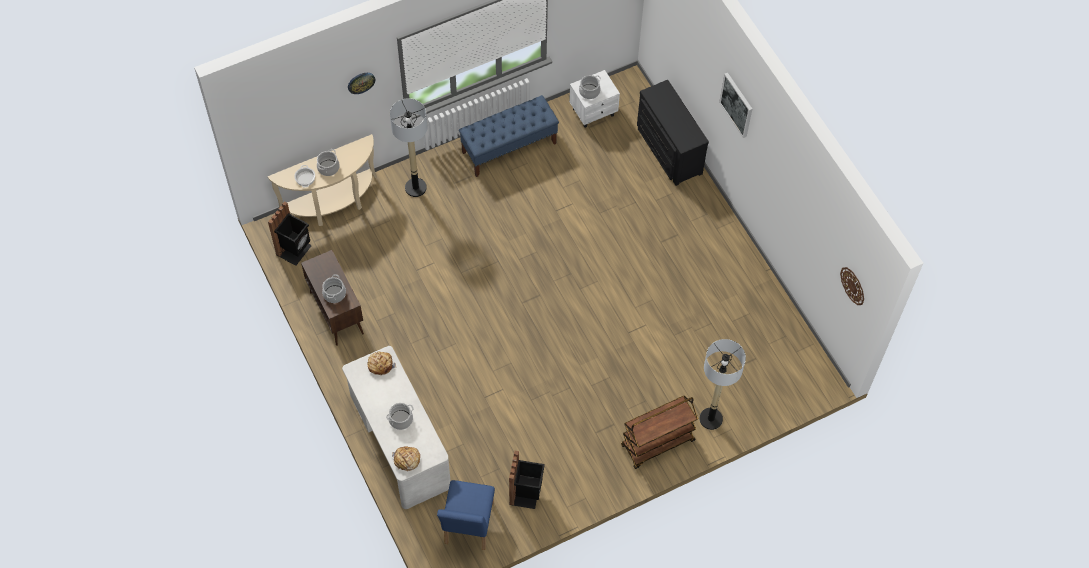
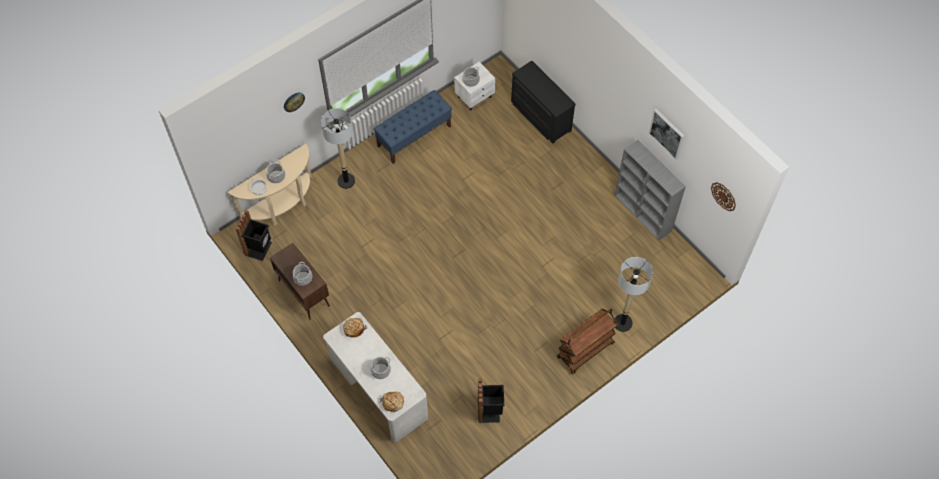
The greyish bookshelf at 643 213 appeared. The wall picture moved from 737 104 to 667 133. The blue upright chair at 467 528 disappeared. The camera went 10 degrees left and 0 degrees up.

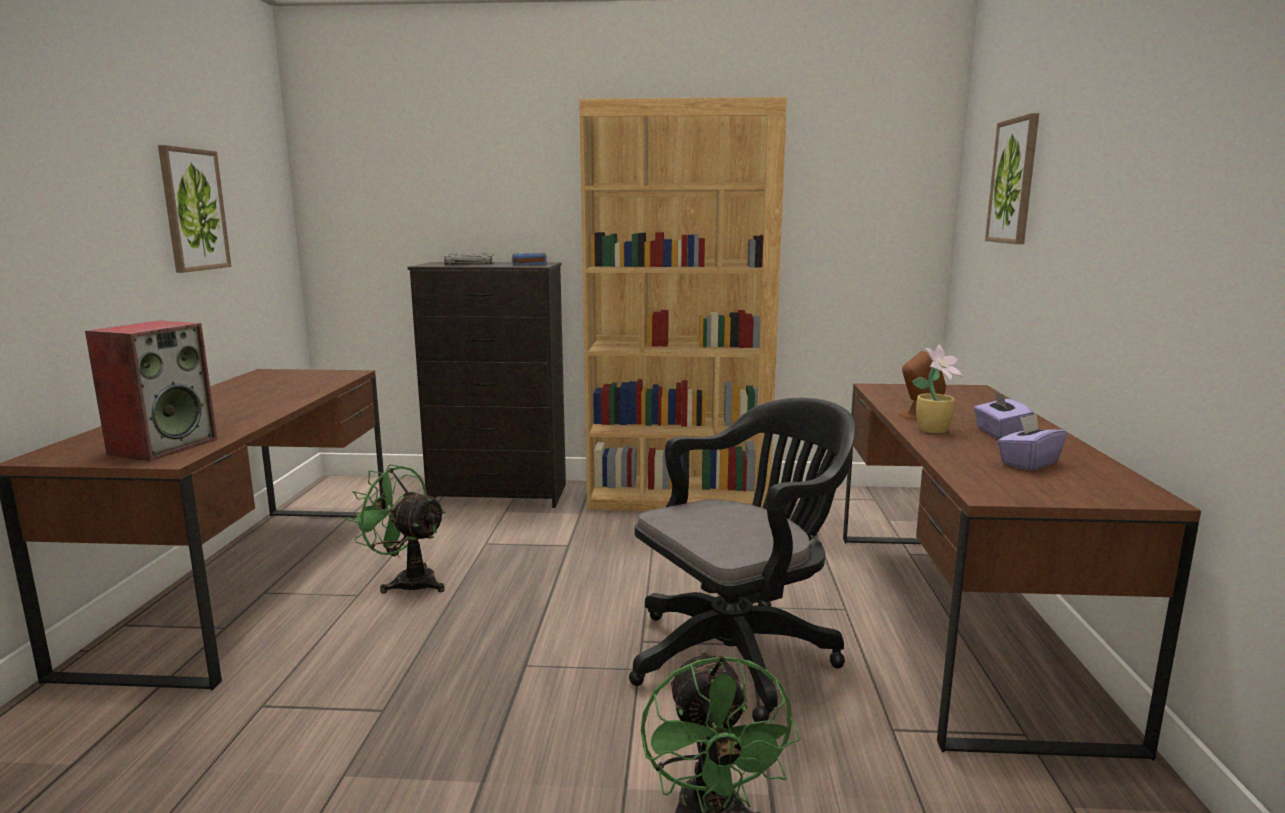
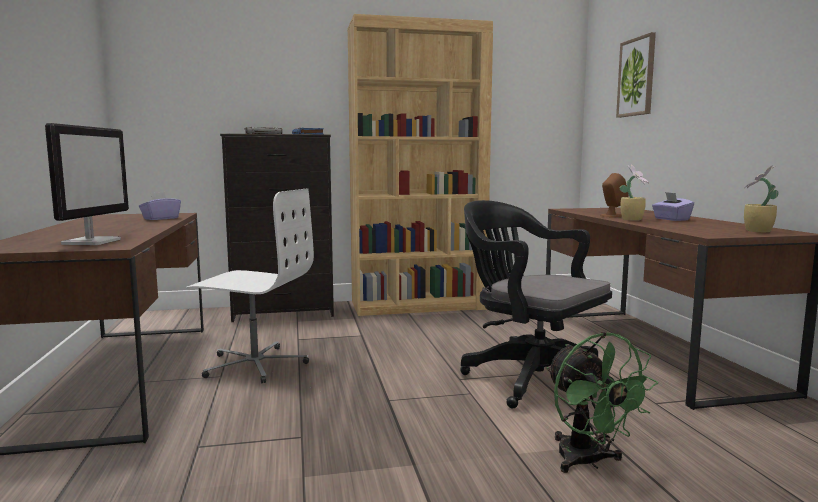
The audio speaker at 163 446 was replaced by the computer screen at 92 242. The purplish tissue box moved from 1028 463 to 160 218. The green cooling fan at 407 581 was replaced by the whitish computer chair at 255 364. The blackish computer chair at 740 654 turned 90 degrees counterclockwise. The houseplant at 757 231 appeared. The wall picture at 193 210 disappeared. The camera went 15 degrees left and 5 degrees down.

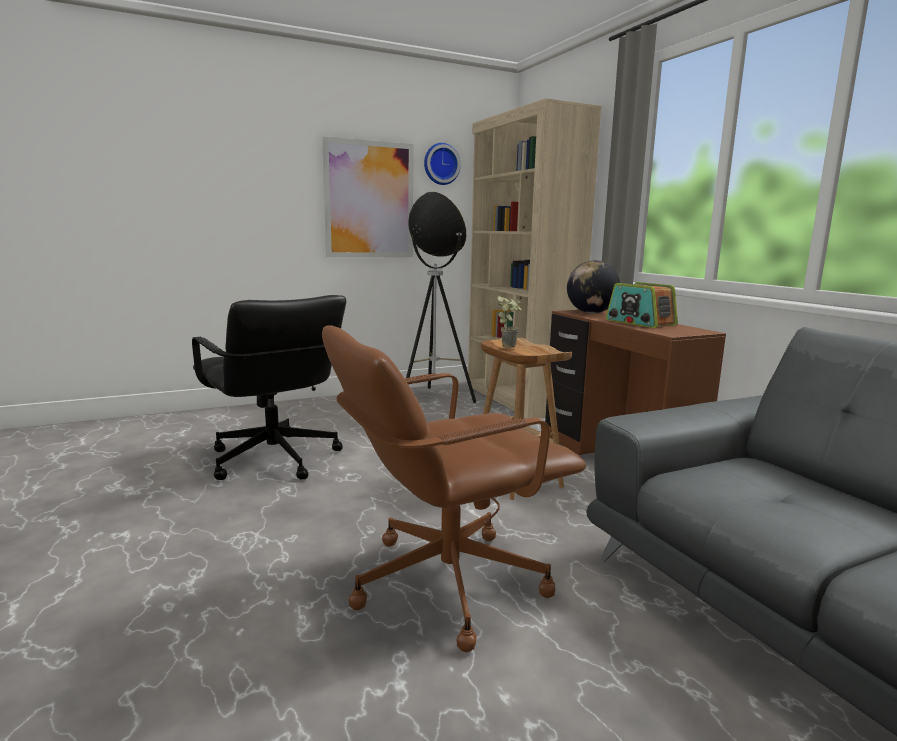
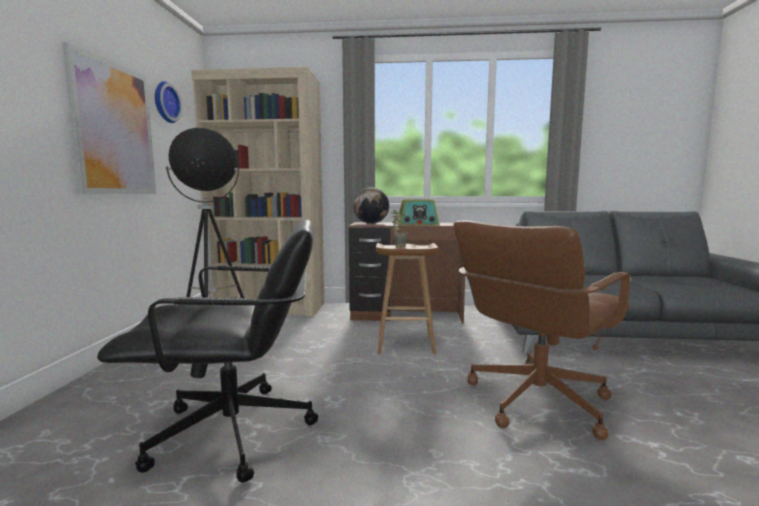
The brownish computer chair at 445 582 turned 45 degrees clockwise. The camera went 60 degrees left and 5 degrees down.

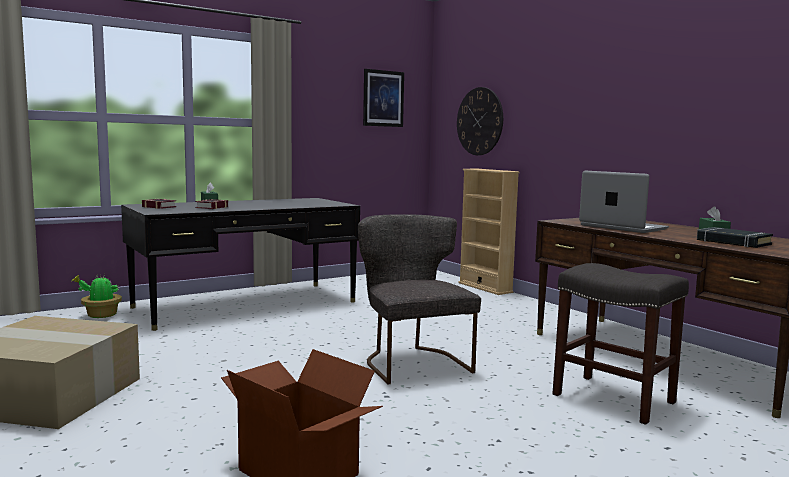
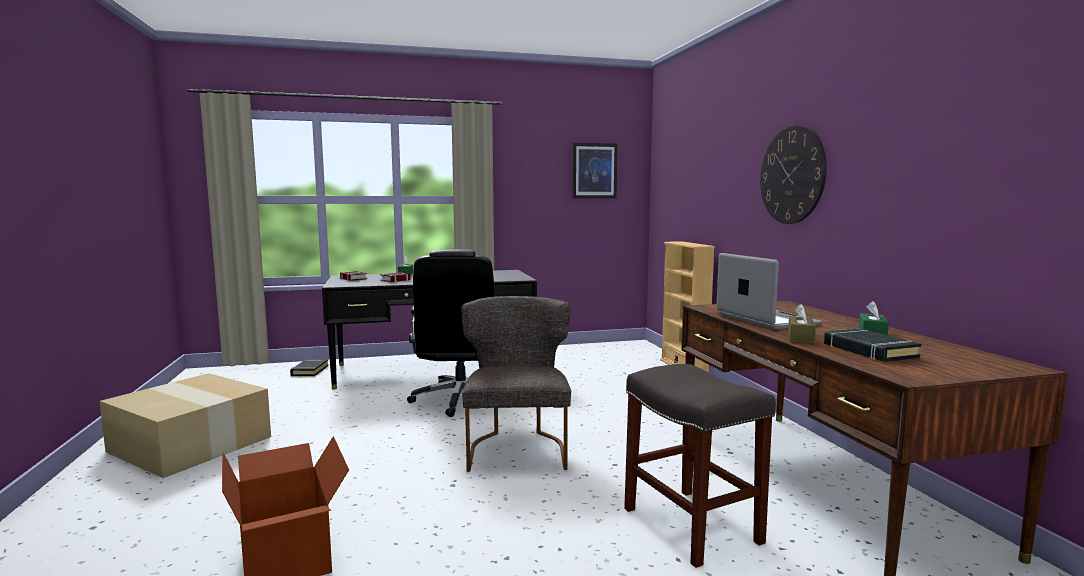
The houseplant at 100 315 was replaced by the blackish volume at 309 370. The blackish computer chair at 460 399 appeared. The wall clock moved from 479 121 to 792 175. The brownish tissue box at 800 338 appeared. The camera went 20 degrees right and 0 degrees up.

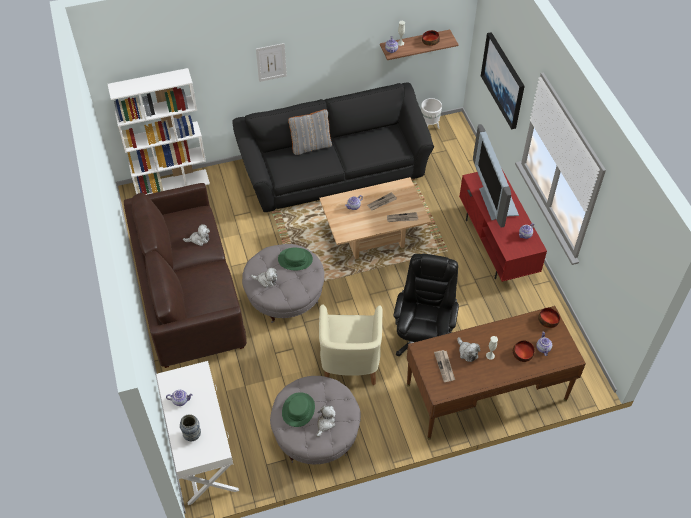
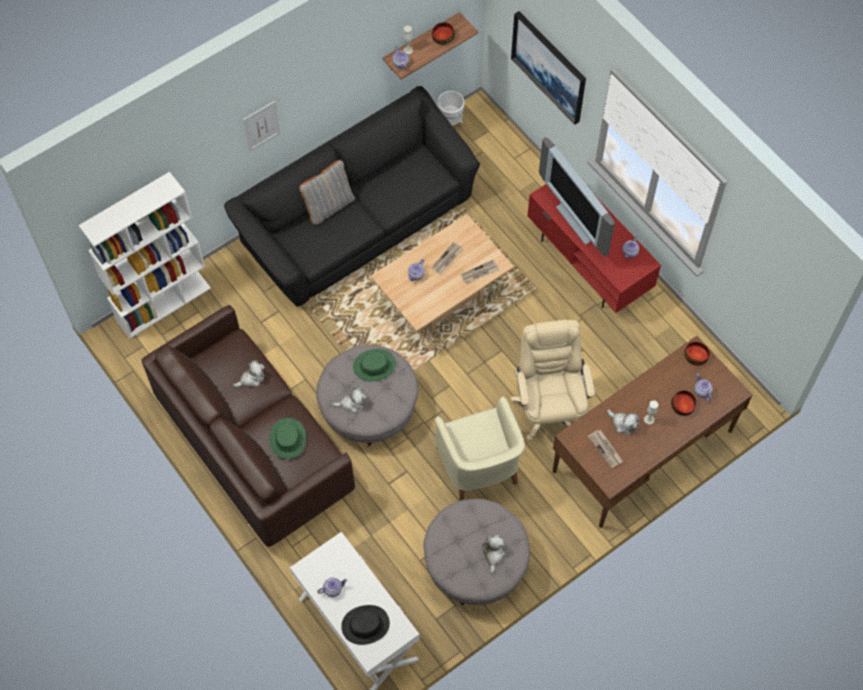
The green hat moved from 298 410 to 288 439. The vase at 192 435 was replaced by the blackish hat at 365 625. The blackish computer chair at 423 337 became the sand-coloured computer chair at 549 407. The camera went 20 degrees left and 10 degrees up.

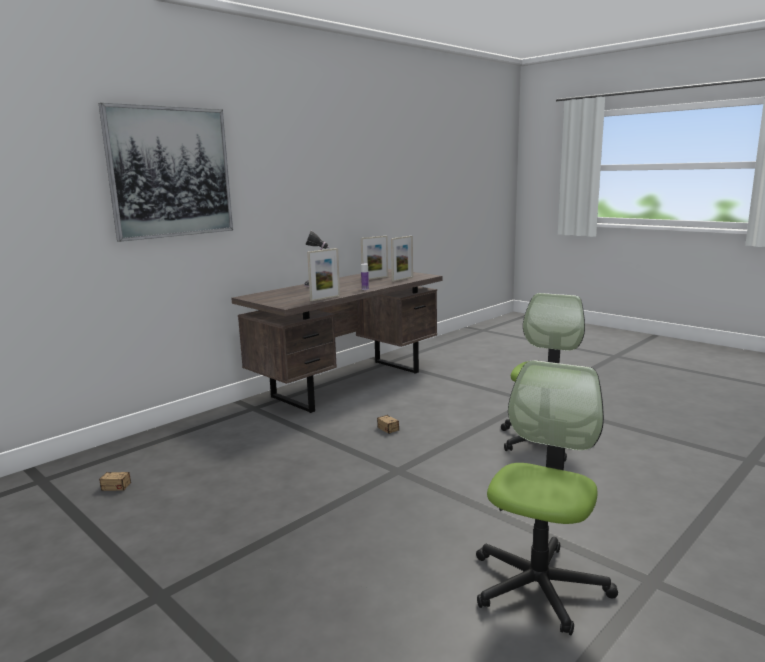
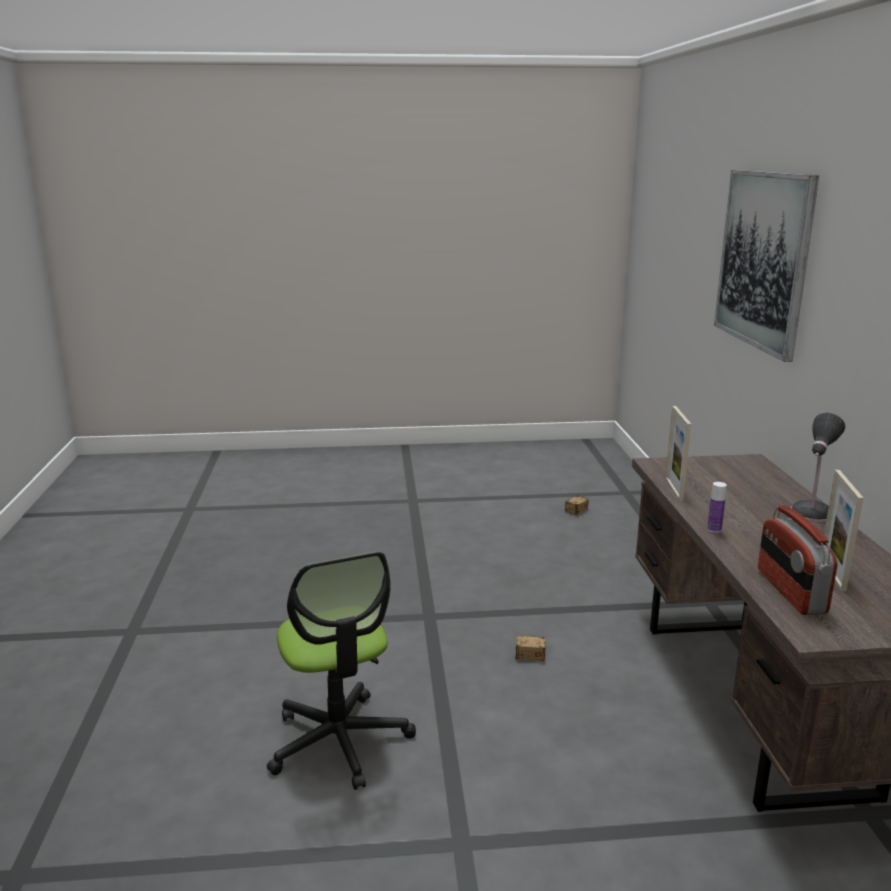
The standing frame at 402 279 was replaced by the radio at 790 591. The computer chair at 539 586 disappeared. The camera went 130 degrees right and 5 degrees up.

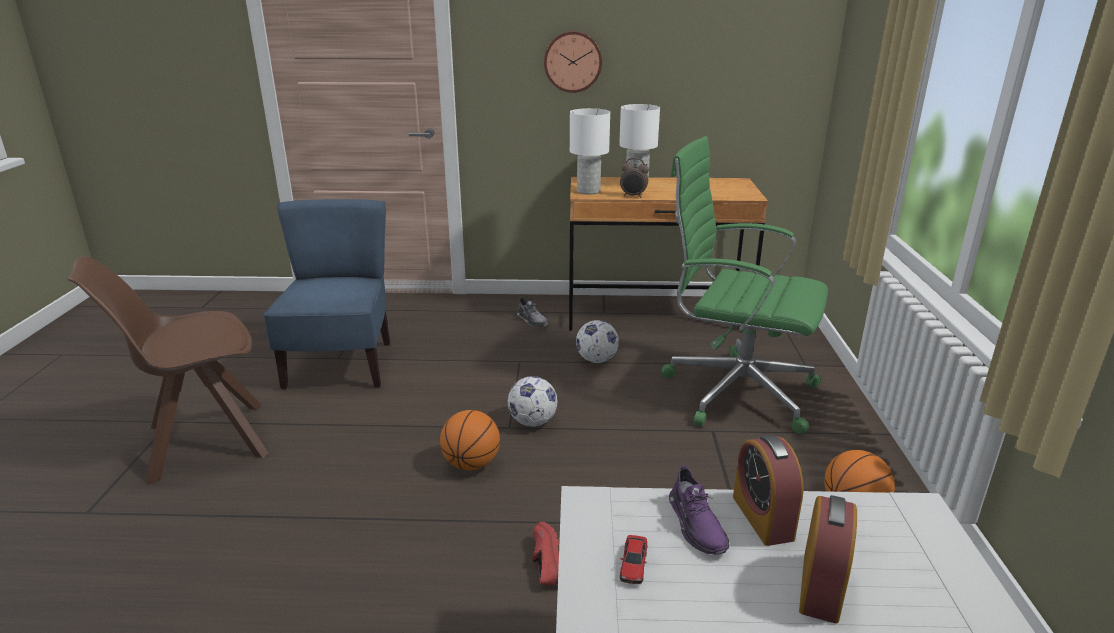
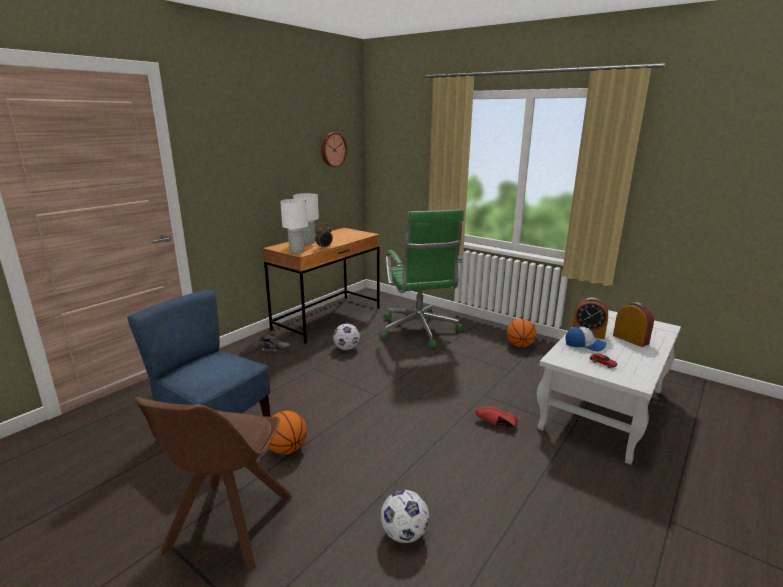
The basketball moved from 471 464 to 287 449. The wall clock moved from 573 61 to 332 149. The green computer chair at 734 391 turned 75 degrees counterclockwise. The football ball moved from 533 422 to 404 534. The purplish item of footwear at 696 524 was replaced by the baseball cap at 584 345. The camera went 55 degrees left and 5 degrees down.

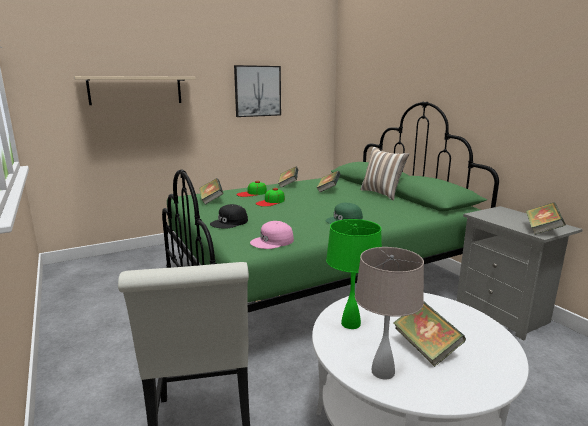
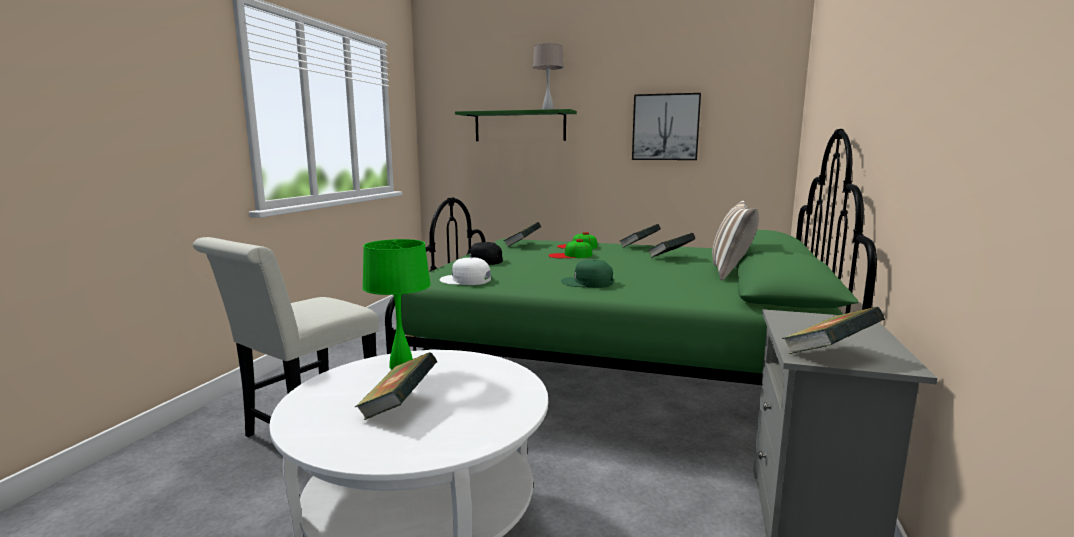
The pink-coloured baseball cap at 272 241 became the whitish baseball cap at 465 280. The sand-coloured bracket shelf at 135 90 became the green bracket shelf at 520 126. The sand-coloured table lamp moved from 383 372 to 547 109. The camera went 45 degrees right and 5 degrees down.

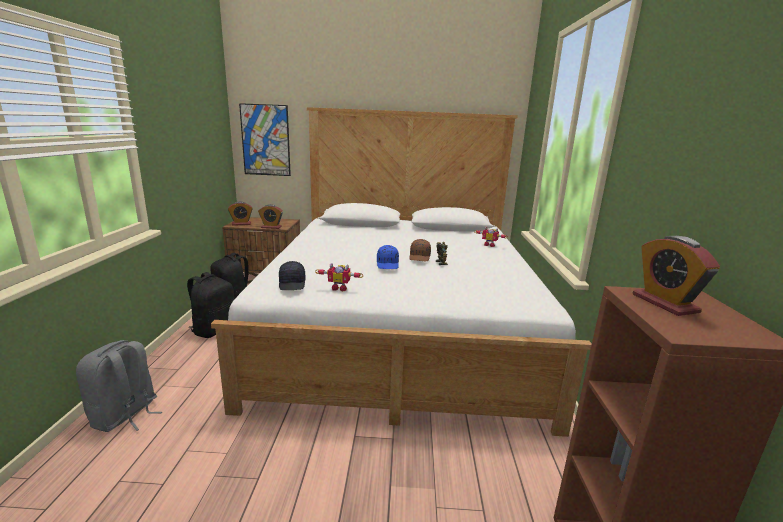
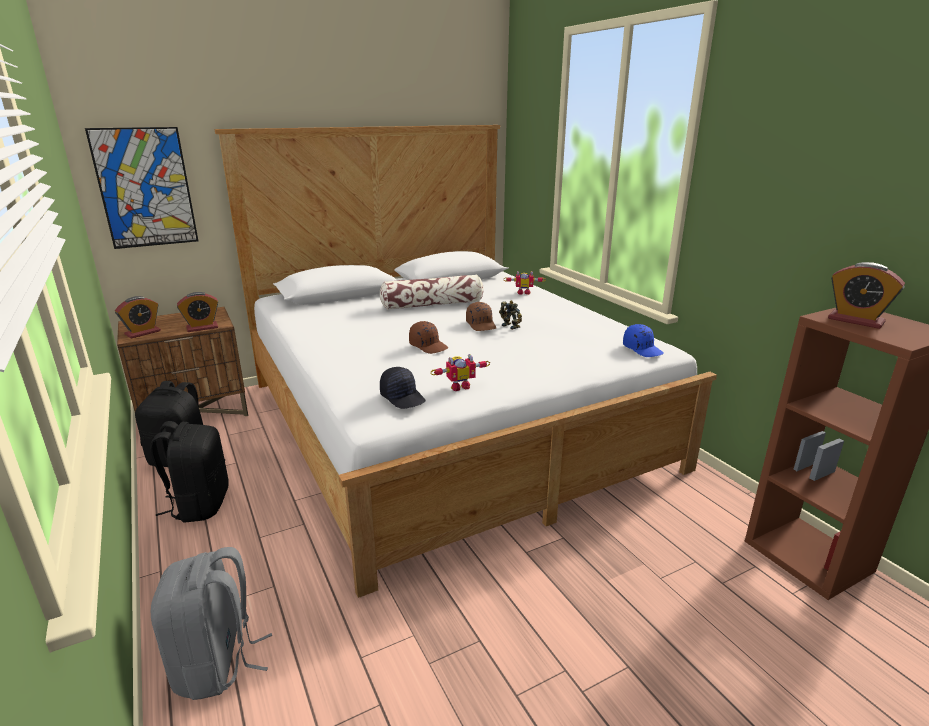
The cushion at 432 304 appeared. The brownish baseball cap at 428 346 appeared. The blue baseball cap moved from 388 264 to 642 349. The camera went 30 degrees left and 5 degrees up.

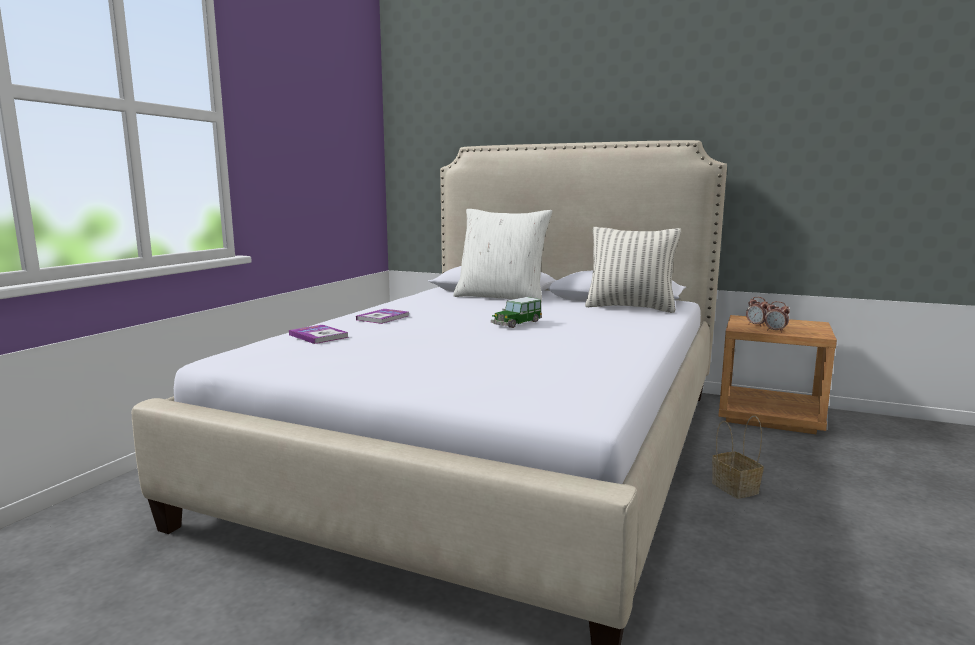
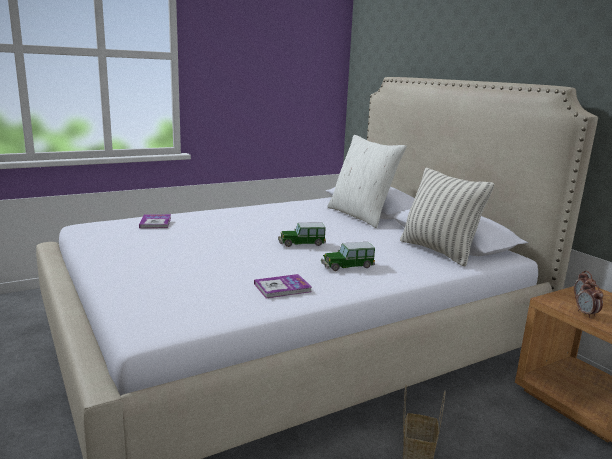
The volume moved from 383 318 to 282 288. The miniature car at 347 266 appeared. The camera went 35 degrees right and 5 degrees up.

